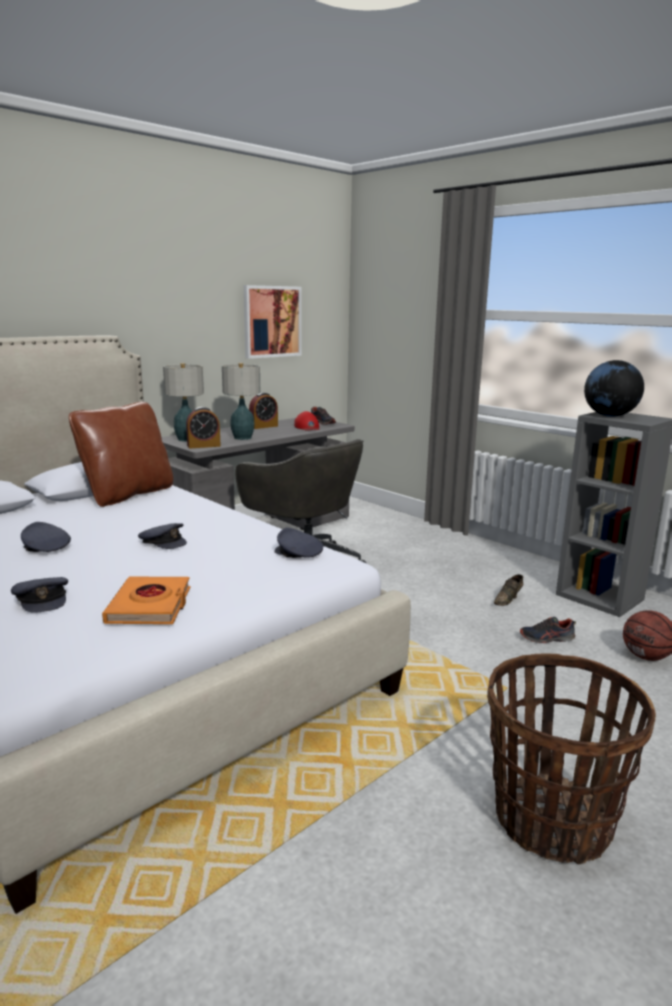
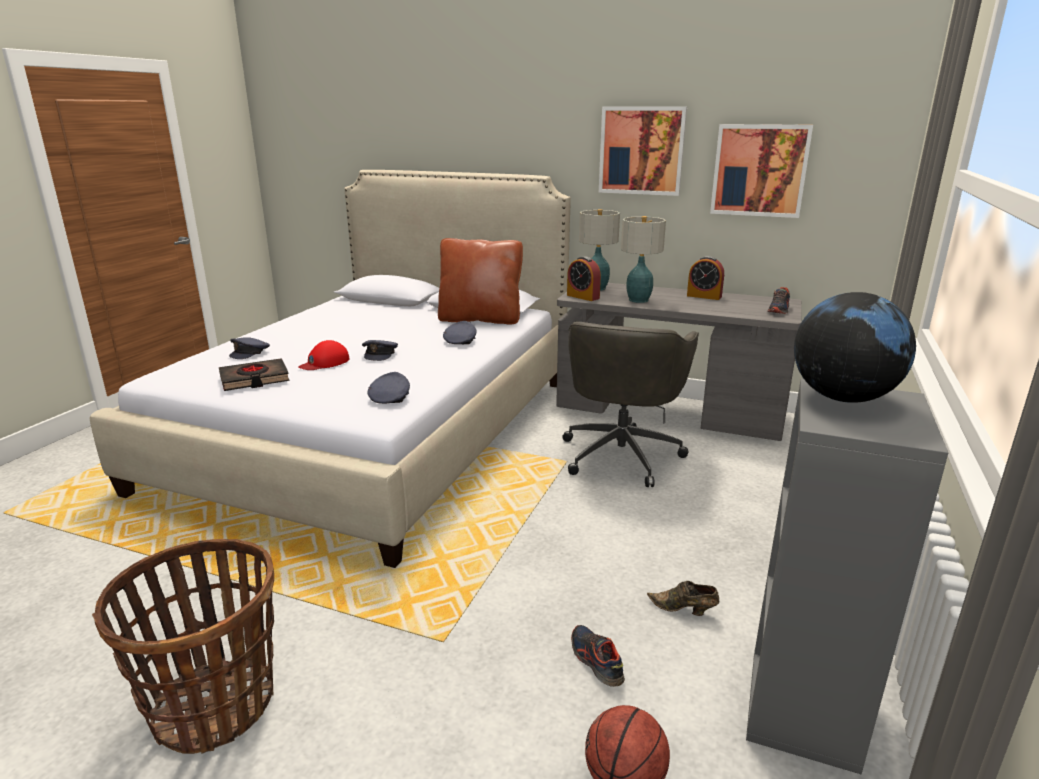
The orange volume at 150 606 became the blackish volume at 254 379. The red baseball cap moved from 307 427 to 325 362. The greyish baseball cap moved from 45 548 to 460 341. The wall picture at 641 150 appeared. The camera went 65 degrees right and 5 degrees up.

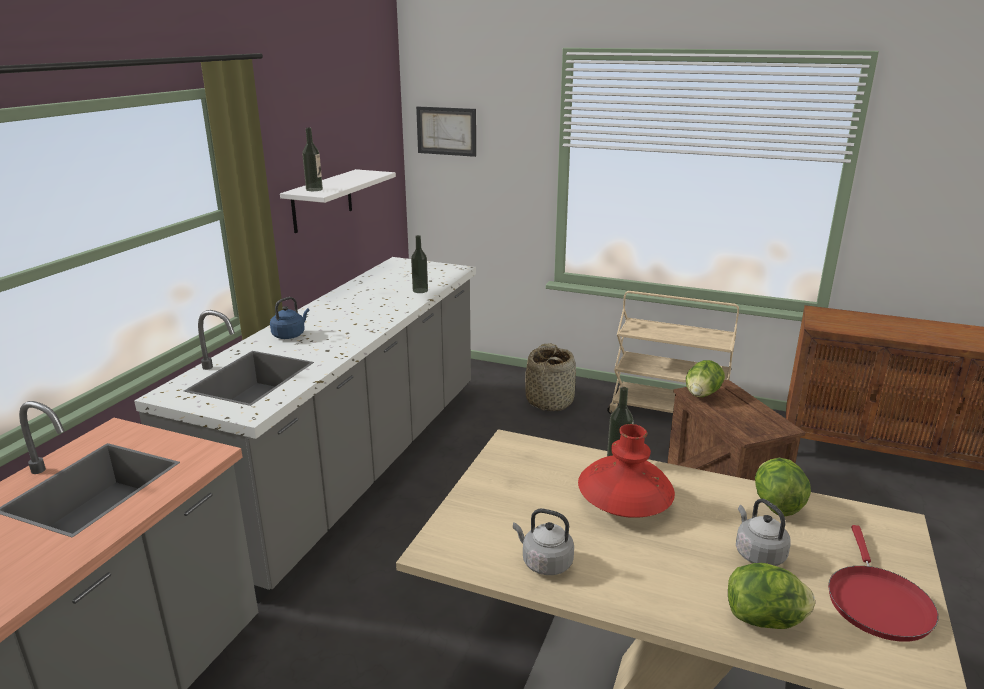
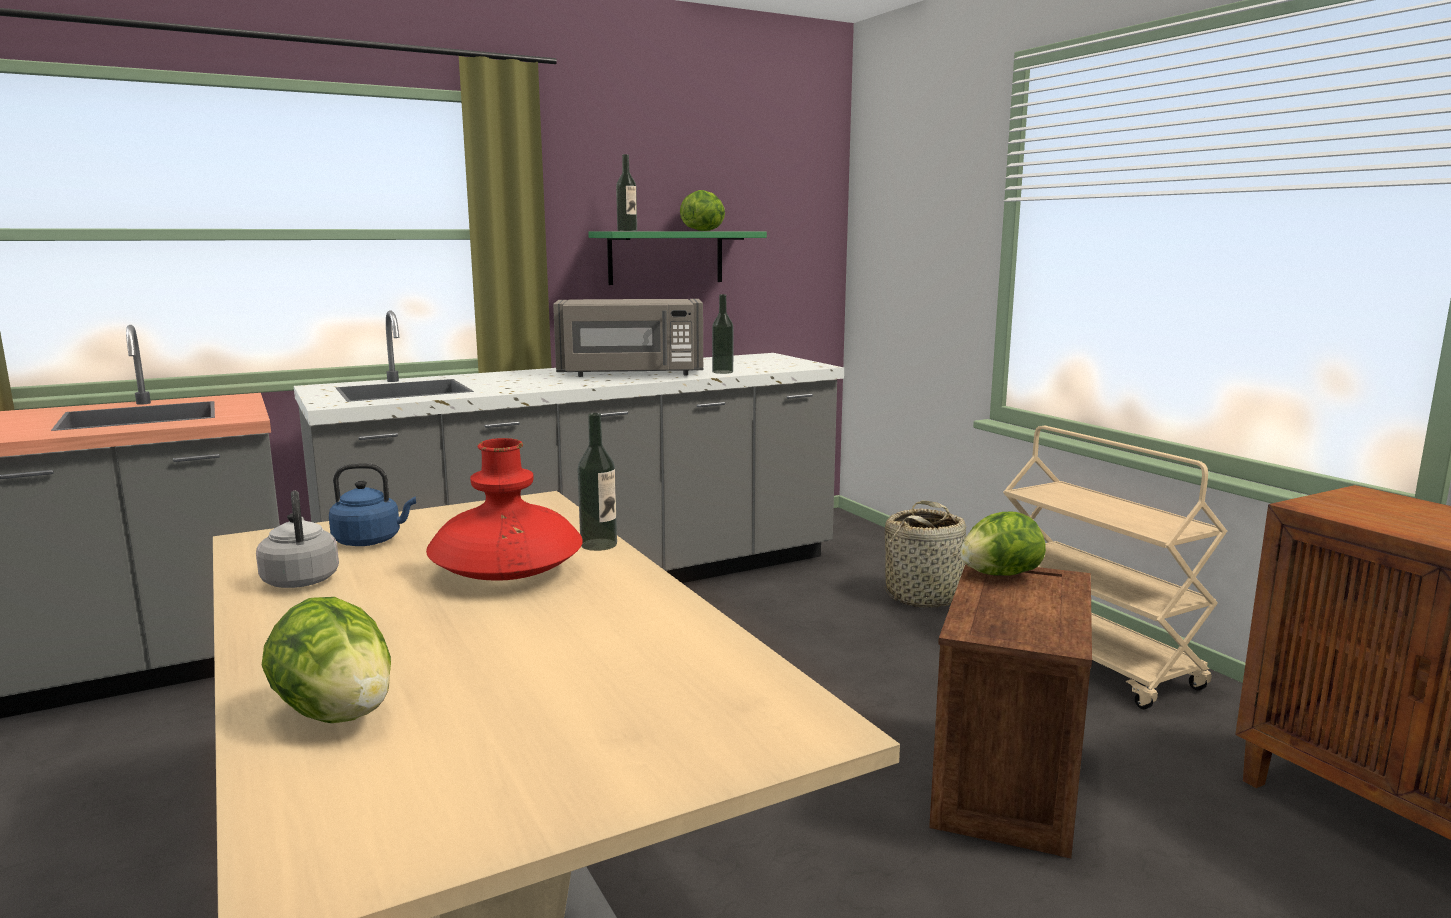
The blue kettle moved from 290 335 to 371 541. The greyish microwave at 630 373 appeared. The whitish bracket shelf at 322 200 became the green bracket shelf at 666 257. The head of lettuce moved from 776 505 to 704 231. The wall picture at 446 131 disappeared. The greyish kettle at 757 553 disappeared. The red pan at 876 602 disappeared. The camera went 40 degrees right and 10 degrees down.

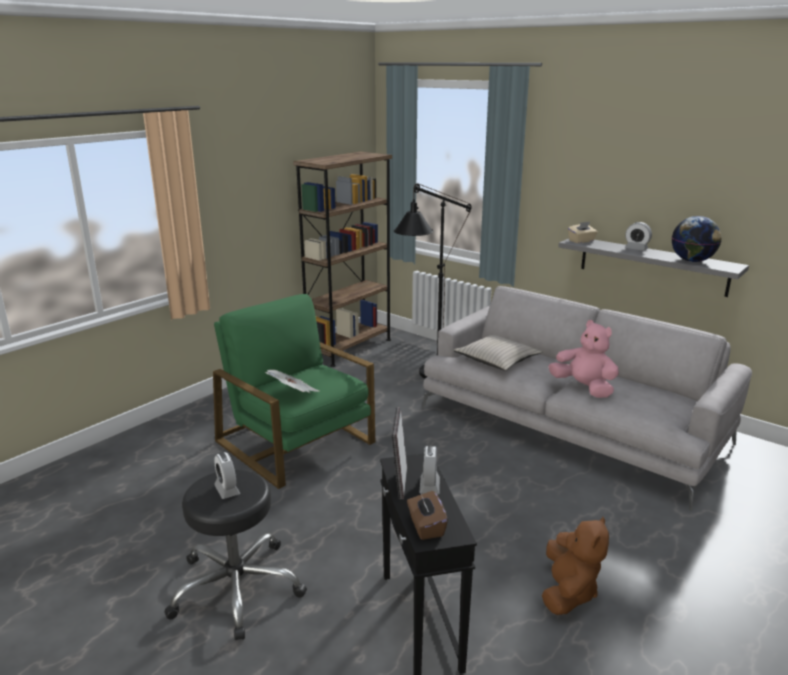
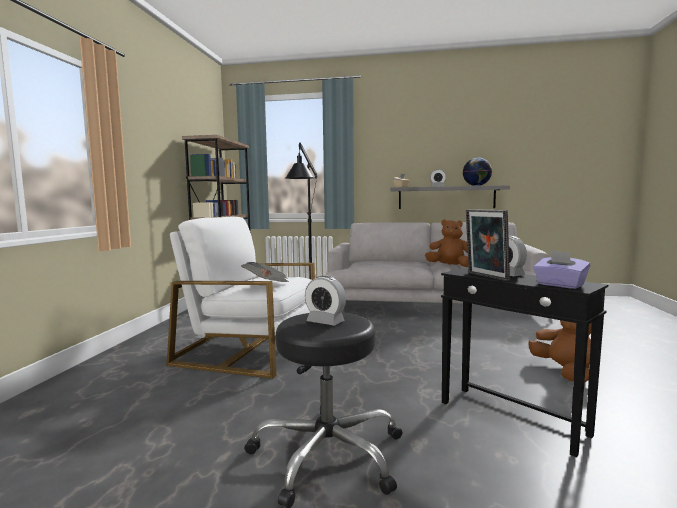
The green armchair at 297 442 became the whitish armchair at 250 349. The pink-coloured cuddly toy at 584 388 became the brownish cuddly toy at 450 266. The brownish tissue box at 426 527 became the purplish tissue box at 559 285. The sand-coloured cushion at 497 360 disappeared. The camera went 30 degrees left and 15 degrees down.

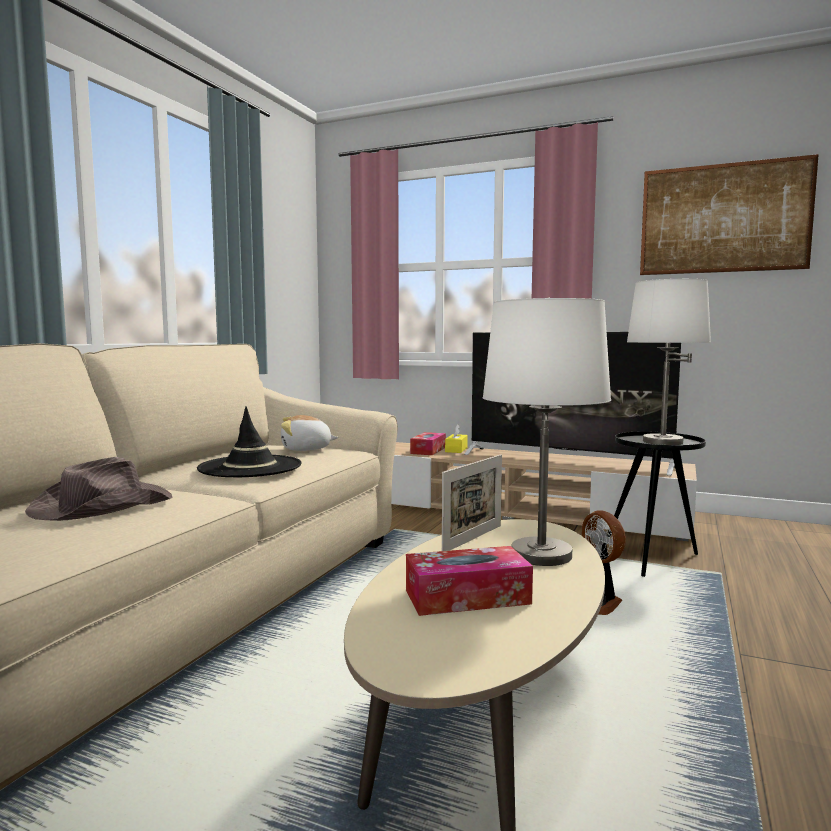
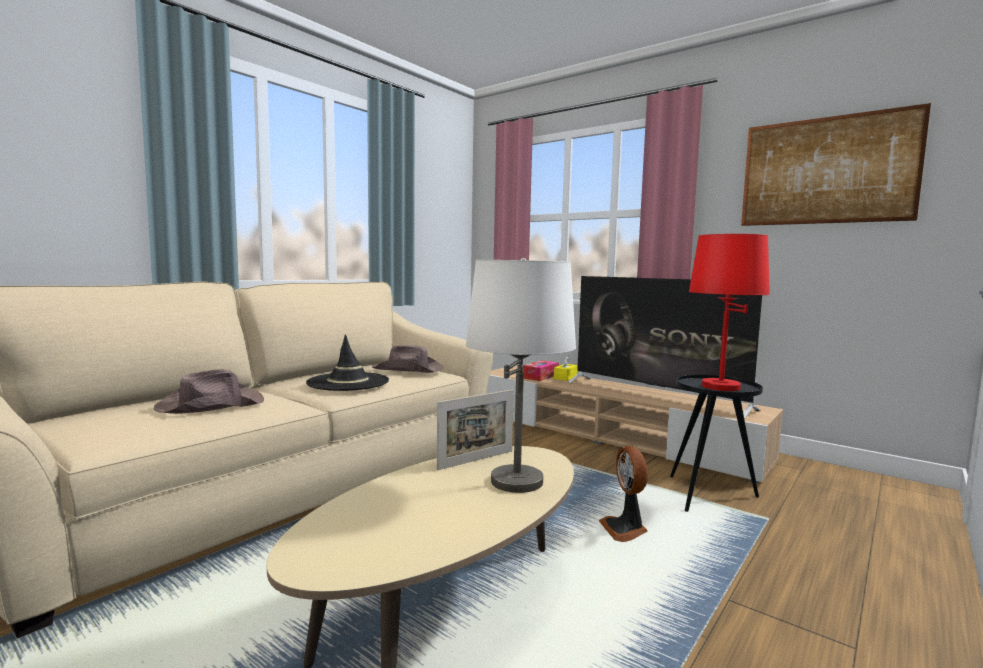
The cuddly toy at 306 449 was replaced by the brownish hat at 408 370. The whitish table lamp at 662 442 became the red table lamp at 720 387. The tissue box at 467 597 disappeared. The camera went 15 degrees right and 0 degrees up.

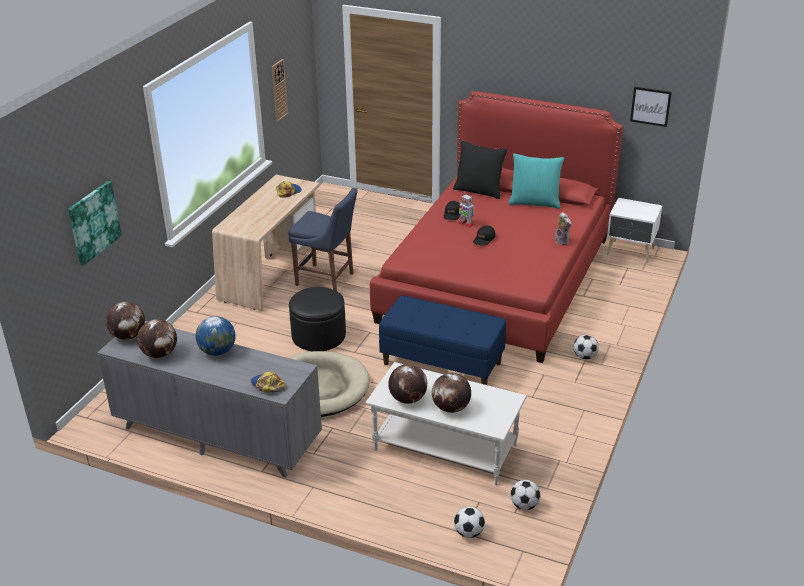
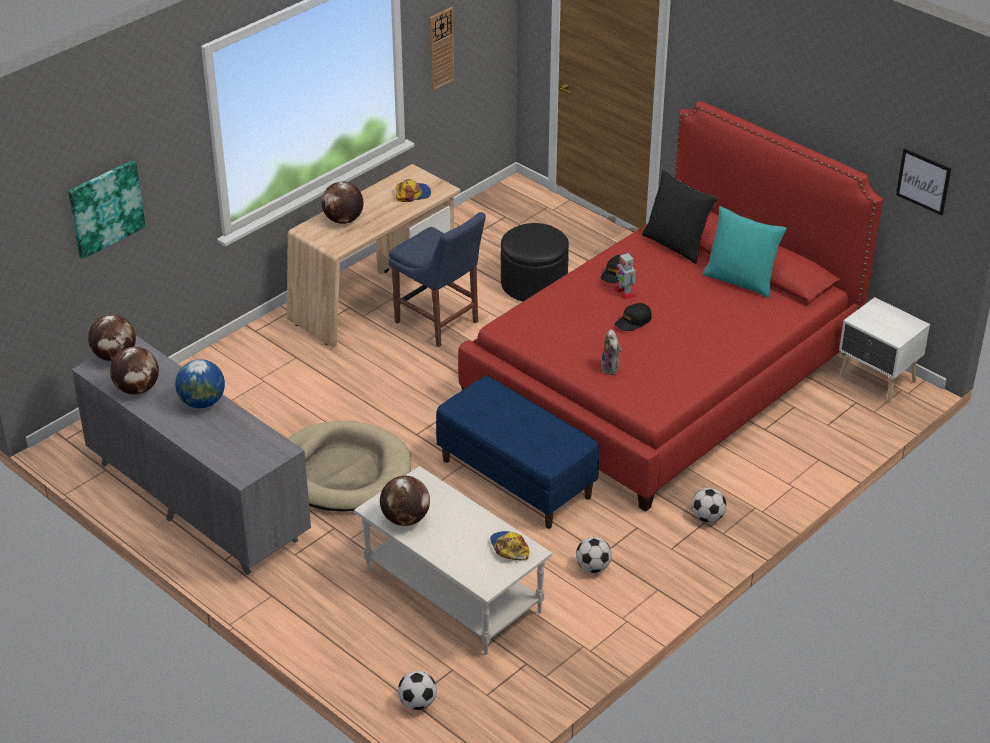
The desk globe moved from 451 408 to 343 220. The baseball cap moved from 267 385 to 509 548. The blackish footrest moved from 318 336 to 534 283. The football ball moved from 524 505 to 593 567. The cuddly toy moved from 563 241 to 611 368. The camera went 20 degrees right and 5 degrees up.

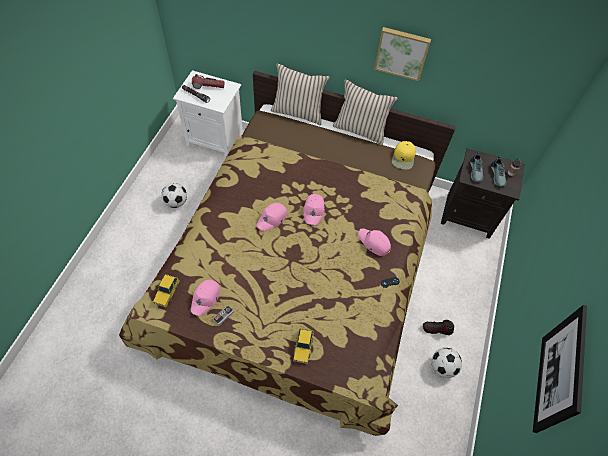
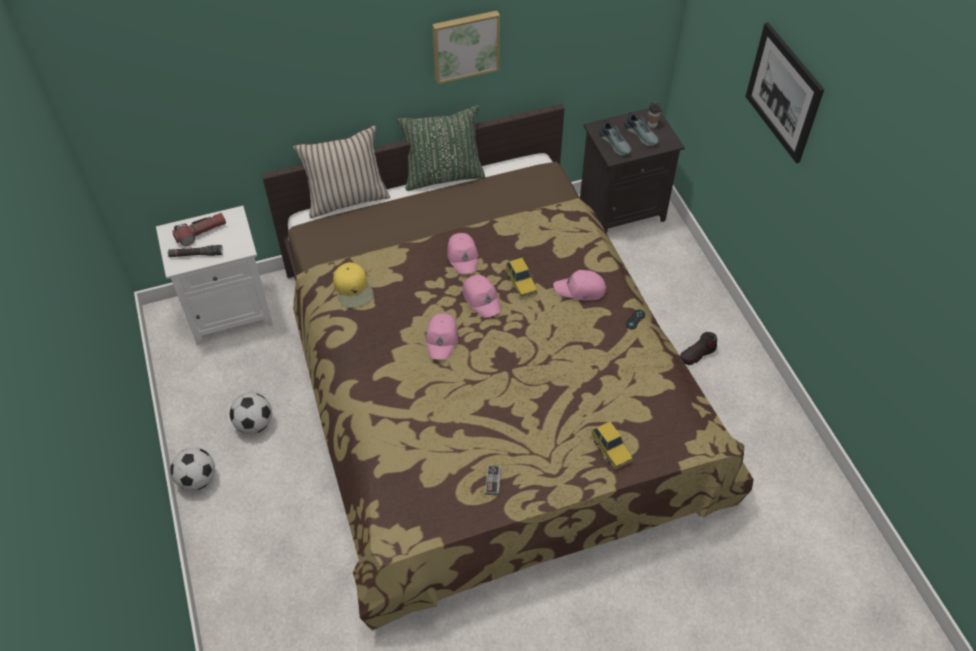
The football ball moved from 442 367 to 198 479. The yellowish baseball cap moved from 403 158 to 353 289. The sand-coloured cushion at 360 130 became the green cushion at 443 175. The pink-coloured baseball cap moved from 206 298 to 463 256. The miniature car moved from 166 292 to 521 282. The wall picture moved from 561 371 to 783 92. The camera went 35 degrees left and 5 degrees down.

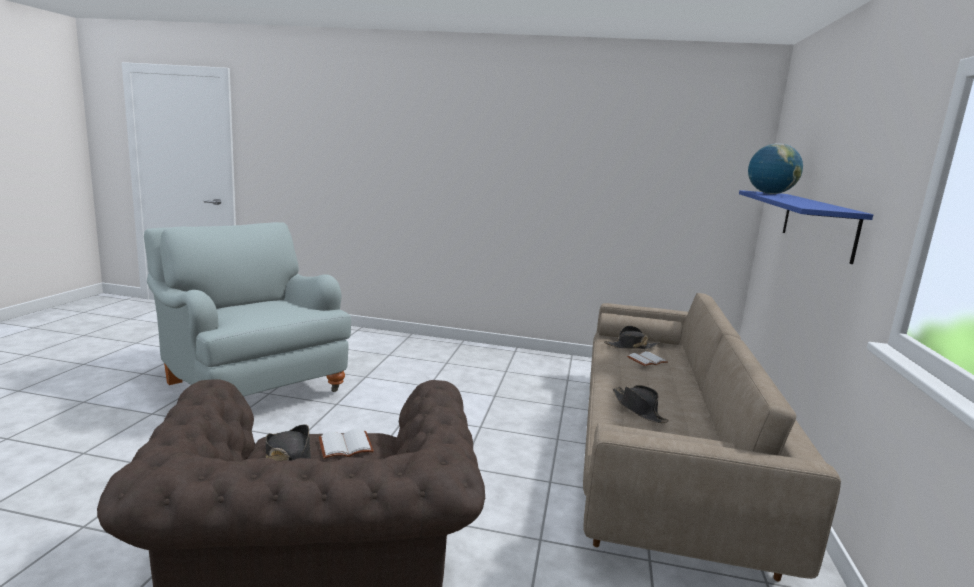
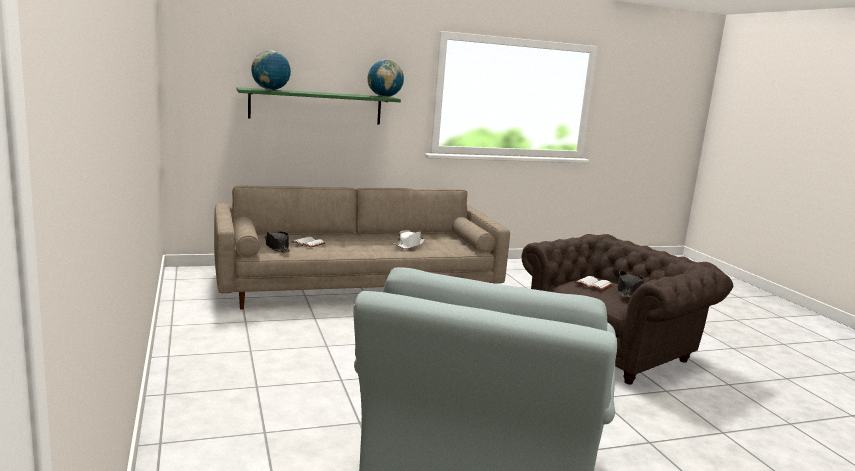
The blue bracket shelf at 817 224 became the green bracket shelf at 316 106. The desk globe at 384 97 appeared. The blackish hat at 638 409 became the whitish hat at 409 245. The camera went 120 degrees left and 0 degrees up.

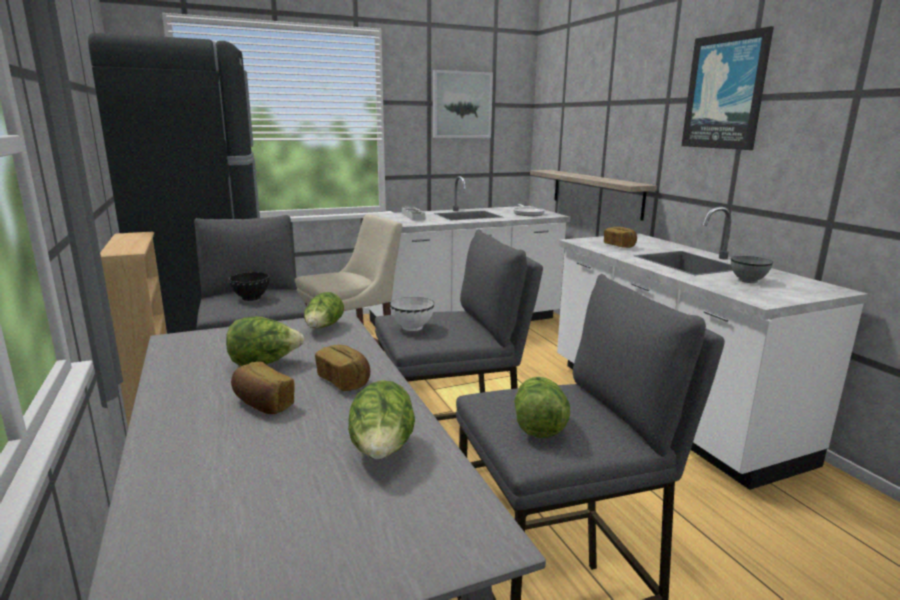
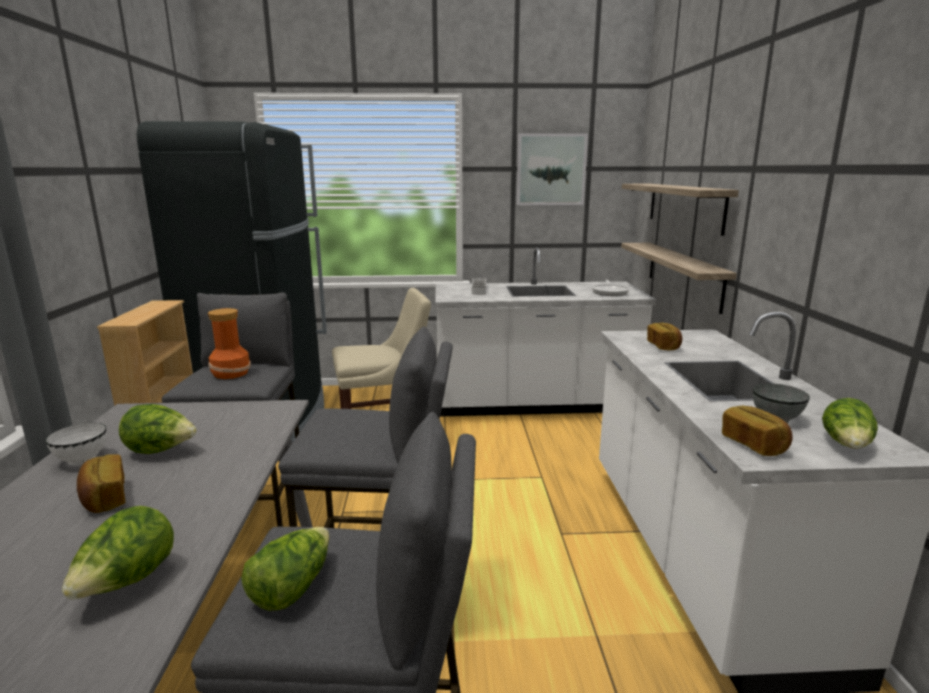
The whitish serving bowl moved from 412 327 to 82 460. The blackish serving bowl at 251 298 was replaced by the vase at 230 373. The bracket shelf at 684 206 appeared. The bakery bread moved from 344 381 to 754 444. The head of lettuce moved from 323 327 to 847 445. The wall picture at 725 92 disappeared. The camera went 20 degrees right and 0 degrees up.

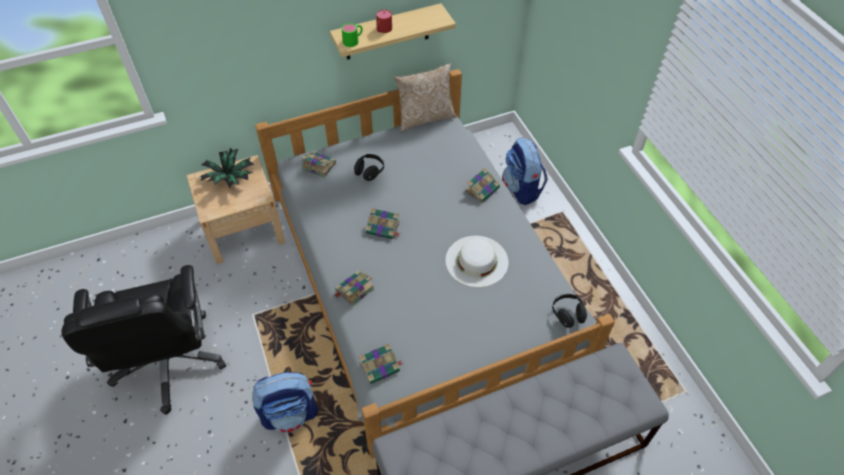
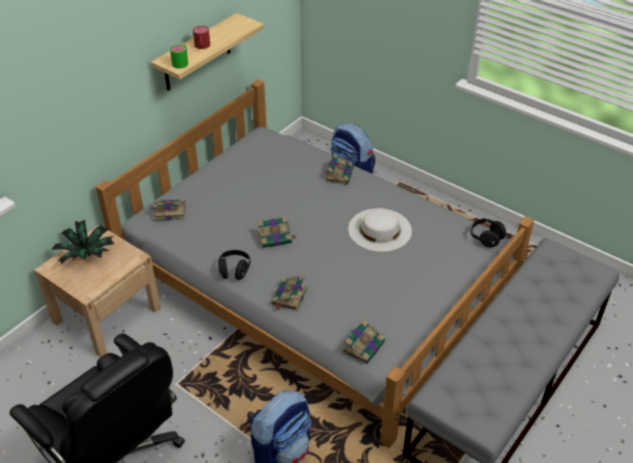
The blackish pair of headphones moved from 369 172 to 234 270. The cushion at 425 118 disappeared. The camera went 30 degrees left and 10 degrees down.

